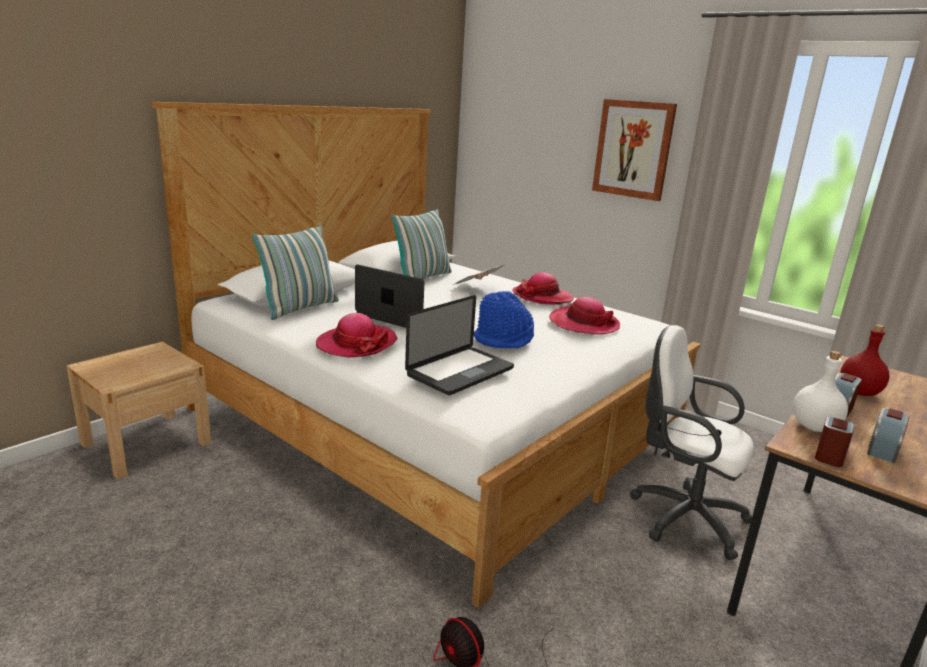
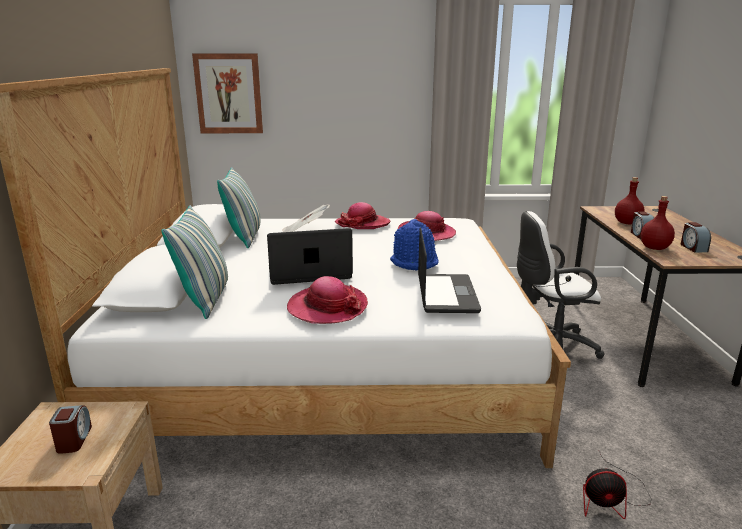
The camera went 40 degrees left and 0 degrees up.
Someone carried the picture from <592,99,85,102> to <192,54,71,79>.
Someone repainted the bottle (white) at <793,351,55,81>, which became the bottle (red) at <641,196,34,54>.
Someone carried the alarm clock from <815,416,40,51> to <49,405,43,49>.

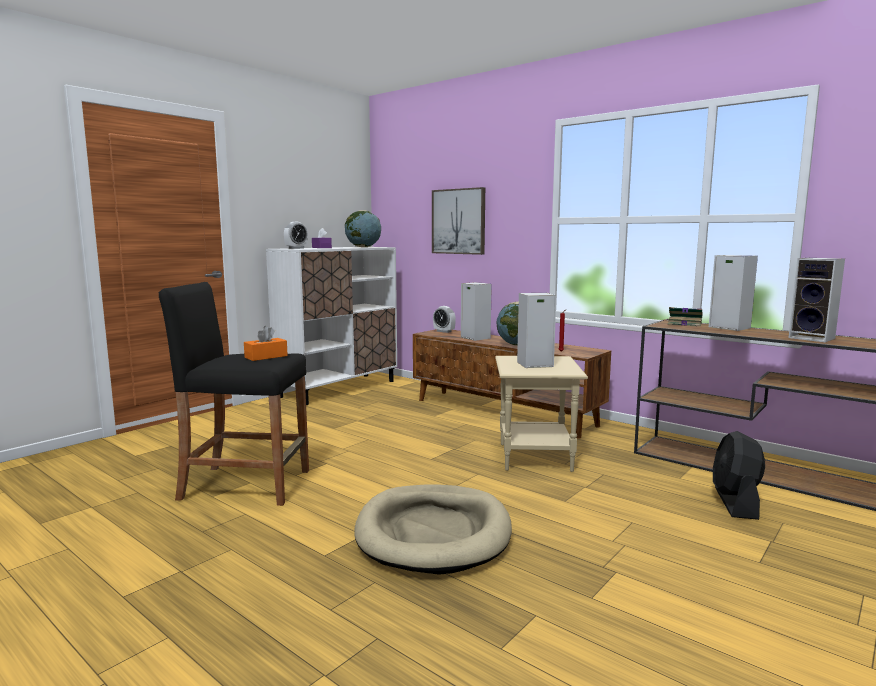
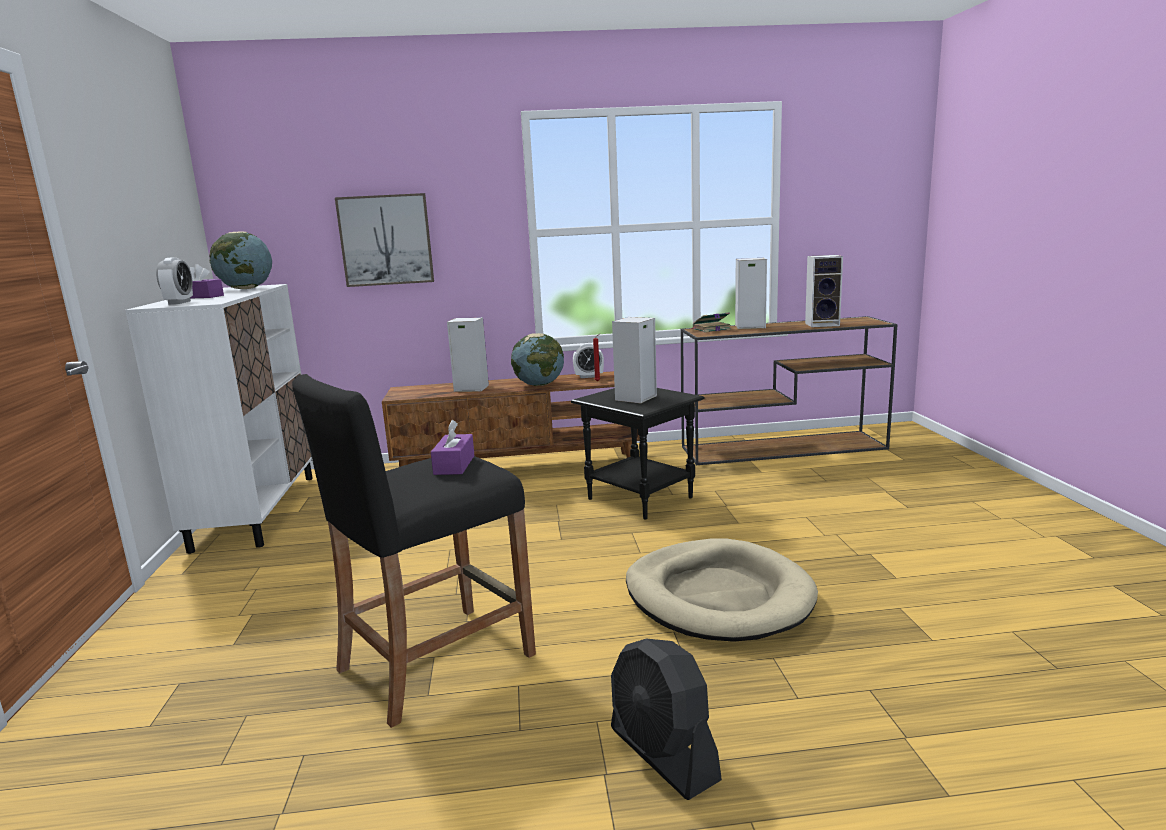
The camera went 45 degrees left and 5 degrees up.
Someone repainted the tissue box (orange) at <244,326,44,35>, which became the tissue box (purple) at <431,420,44,55>.
Someone carried the alarm clock from <433,306,23,27> to <573,343,31,35>.
Someone repainted the side table (beige) at <495,356,93,116>, which became the side table (black) at <571,388,134,132>.
Someone carried the fan (black) from <713,431,52,89> to <611,639,111,161>.

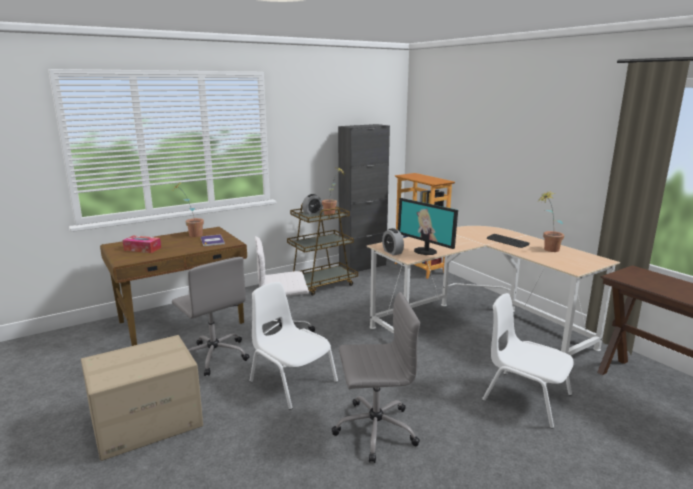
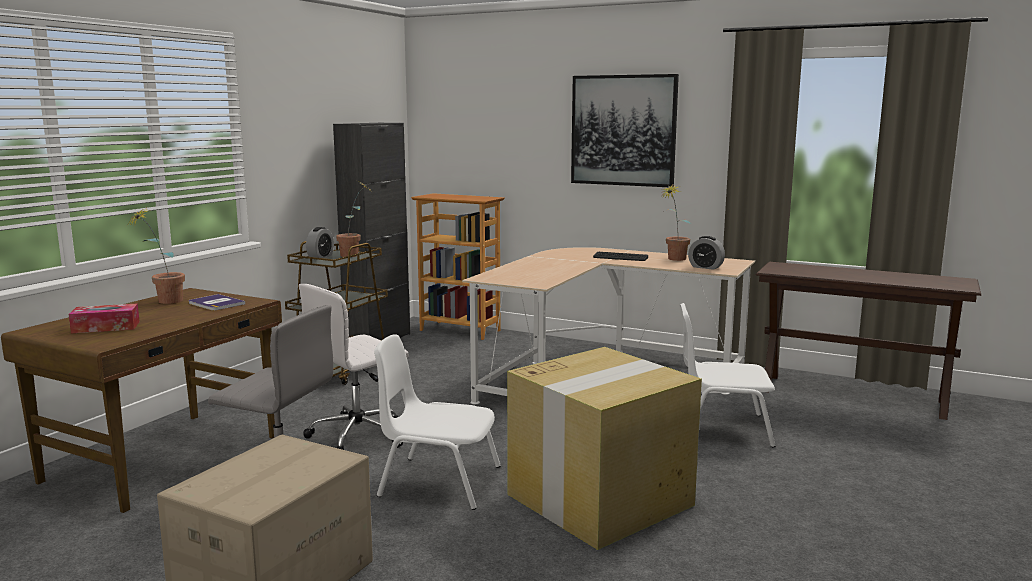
The camera went 30 degrees left and 5 degrees down.
Someone swapped the office chair (grey) at <331,292,89,171> for the cardboard box at <507,347,195,203>.
Someone carried the alarm clock from <382,228,22,27> to <688,236,37,34>.
Someone took away the monitor at <398,198,60,57>.
Someone put up the picture at <571,74,108,113>.

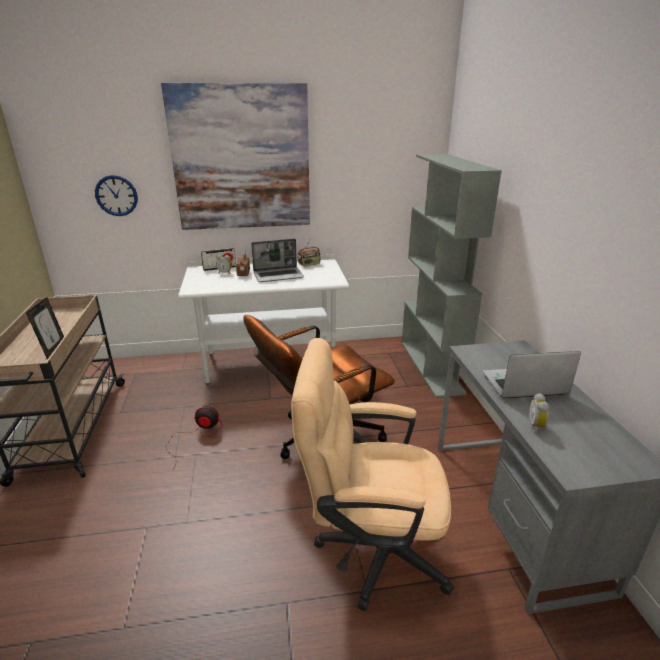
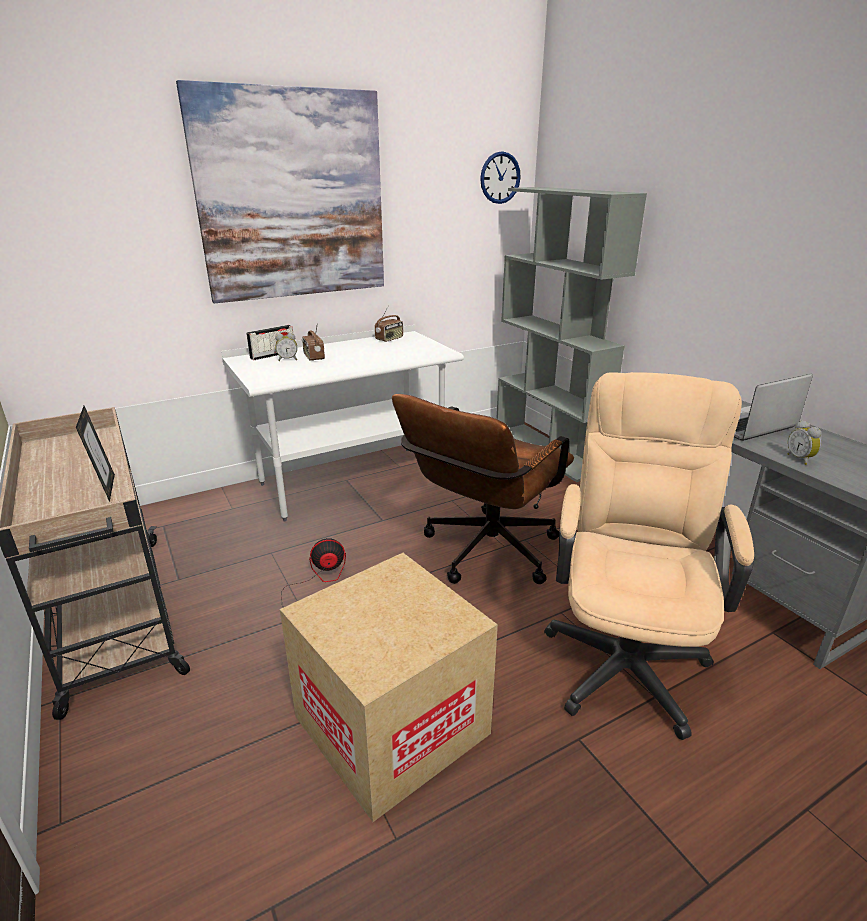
The camera went 20 degrees left and 0 degrees up.
Someone carried the wall clock from <95,175,43,41> to <480,151,41,53>.
Someone took away the laptop at <251,239,53,43>.
Someone rotated the office chair (beige) at <291,338,163,274> by 120 degrees clockwise.
Someone put down the cardboard box at <280,553,218,269>.

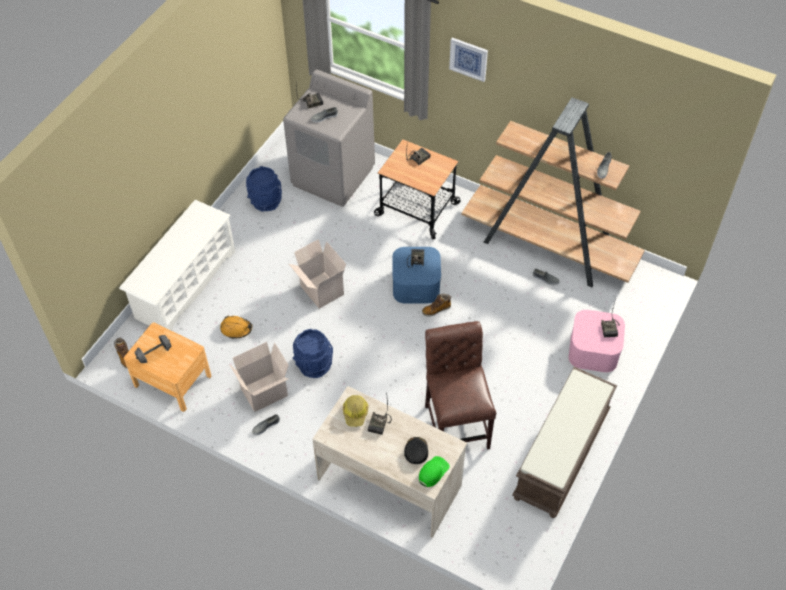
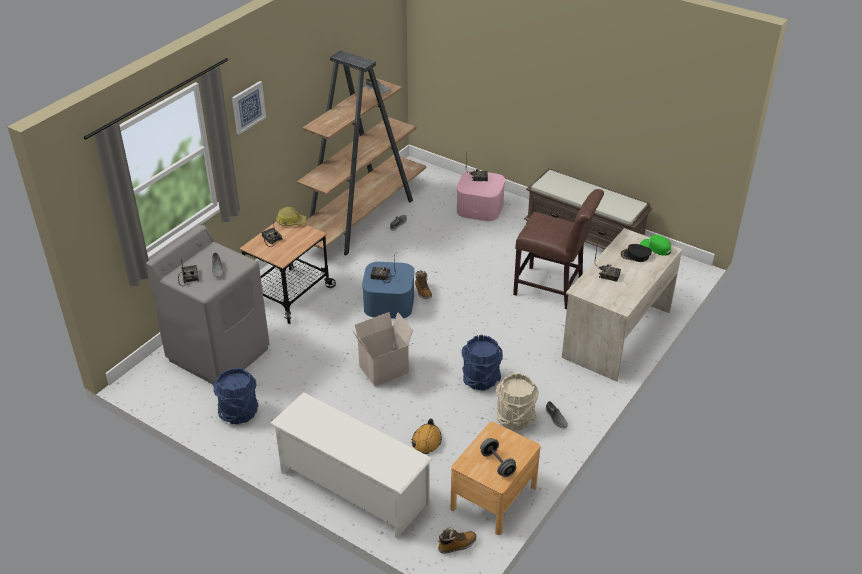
The camera went 85 degrees left and 15 degrees down.
Someone swapped the cardboard box at <229,342,60,70> for the bucket (beige) at <496,373,43,58>.
Someone carried the hard hat from <343,395,26,32> to <276,207,30,19>.
Someone rotated the chair (brown) at <425,321,71,129> by 150 degrees counterclockwise.

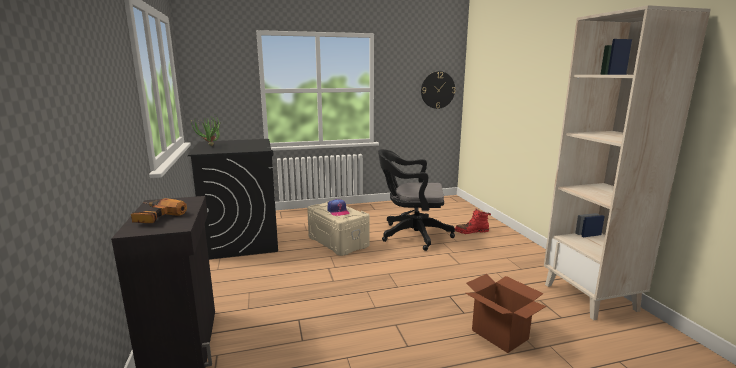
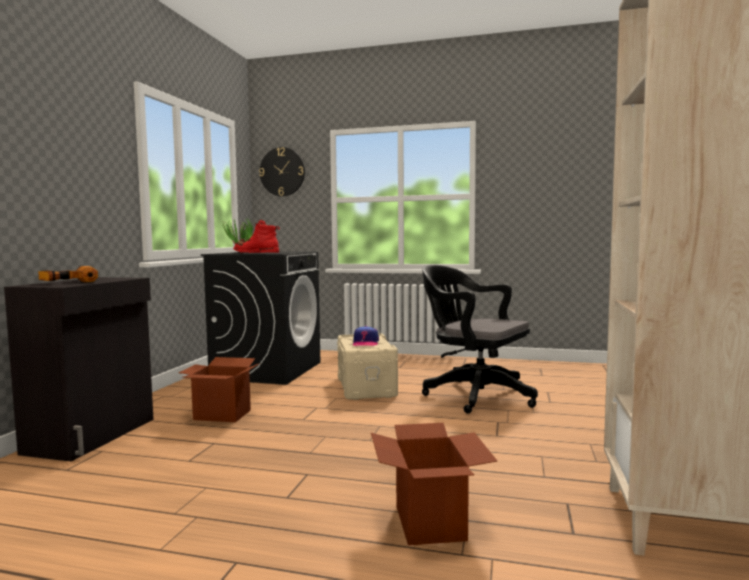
The camera went 30 degrees right and 10 degrees down.
Someone carried the wall clock from <421,71,34,38> to <259,147,46,49>.
Someone carried the boot (red) from <455,209,36,25> to <234,220,46,33>.
Someone put down the cardboard box at <178,357,82,65>.

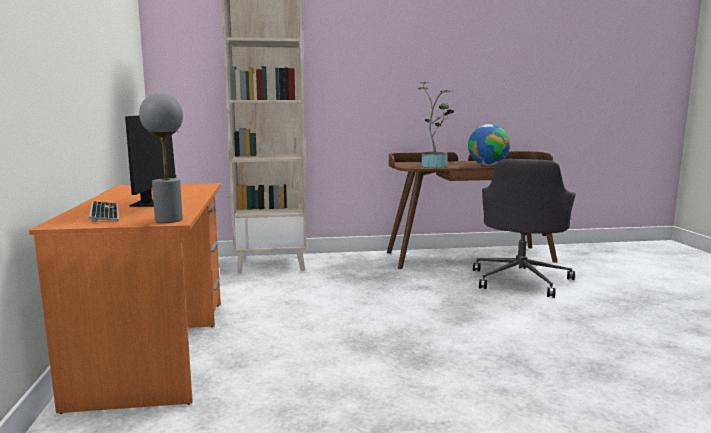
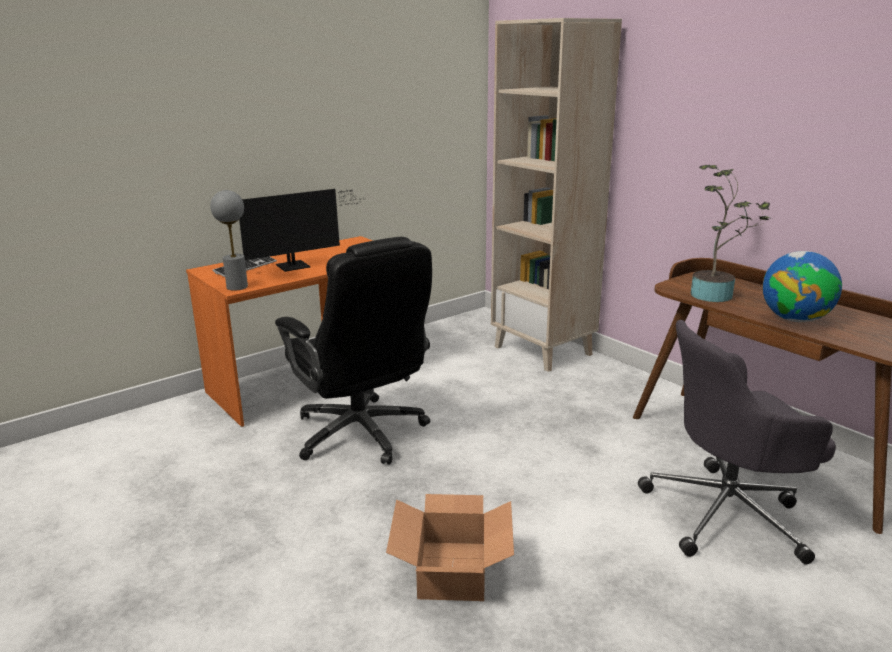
The camera went 60 degrees right and 10 degrees up.
Someone put down the office chair (black) at <275,237,157,228>.
Someone put down the cardboard box at <386,494,128,107>.

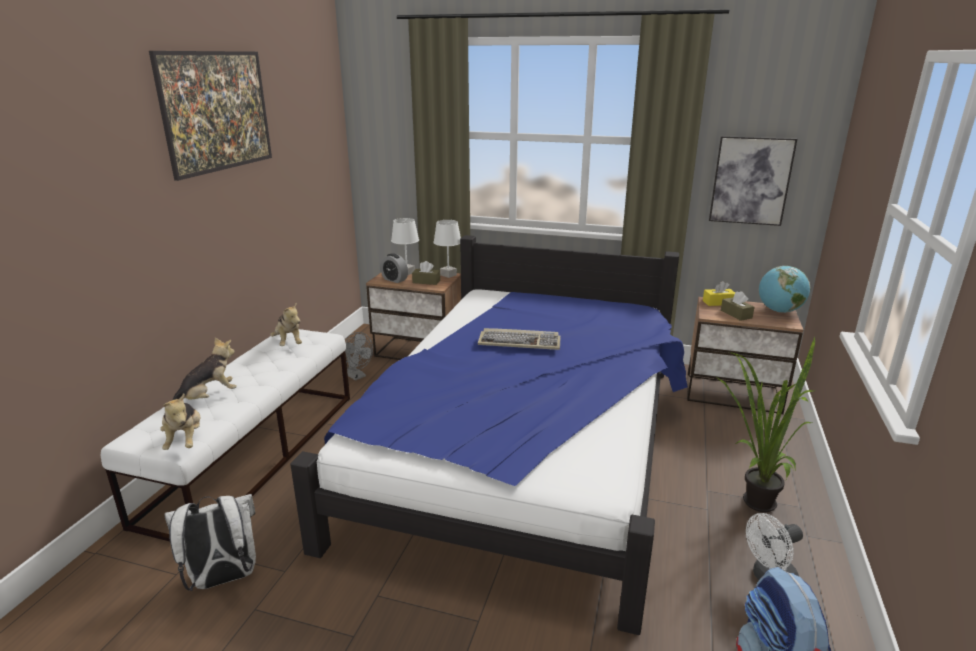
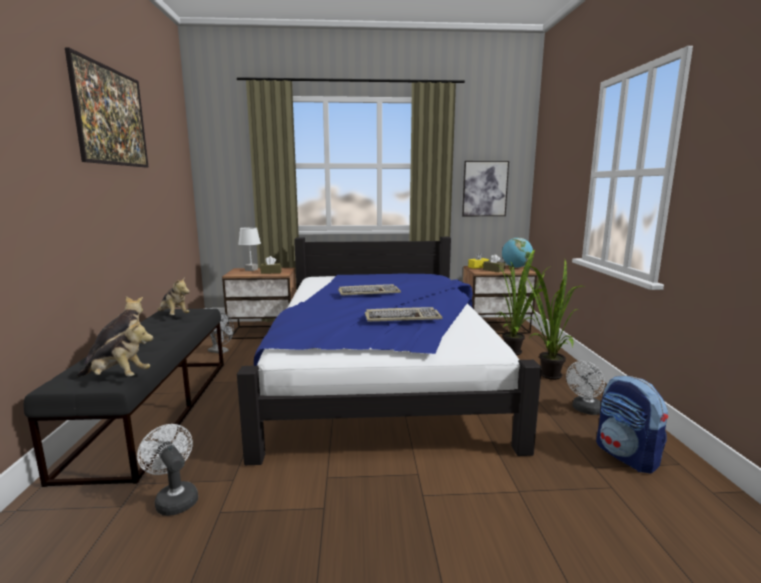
The camera went 20 degrees left and 10 degrees down.
Someone repainted the bench (white) at <101,329,249,212>, which became the bench (black) at <23,308,201,179>.
Someone rotated the plush toy at <160,394,40,56> by 45 degrees counterclockwise.
Someone swapped the backpack (white) at <164,494,92,97> for the fan (white) at <137,424,61,92>.
Someone took away the alarm clock at <380,253,28,30>.
Someone took away the table lamp (white) at <433,220,28,58>.
Someone put down the keyboard at <365,307,78,15>.
Someone put down the potted plant at <493,250,58,105>.

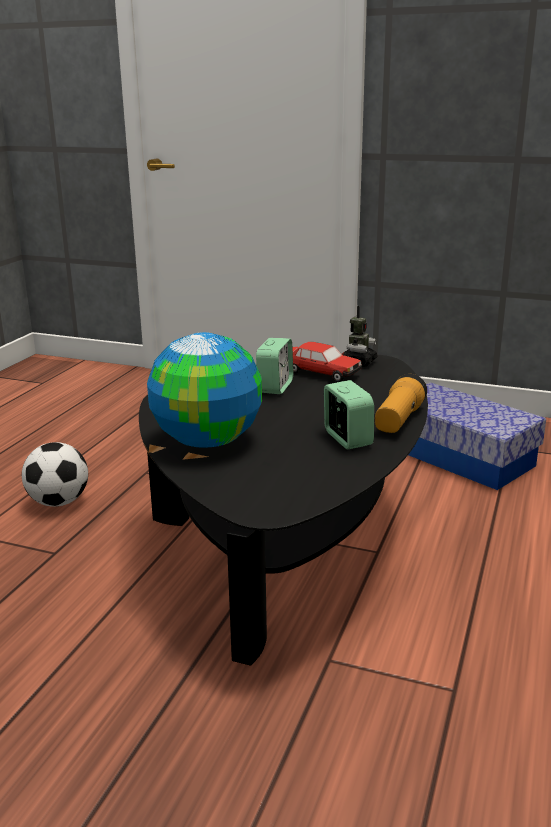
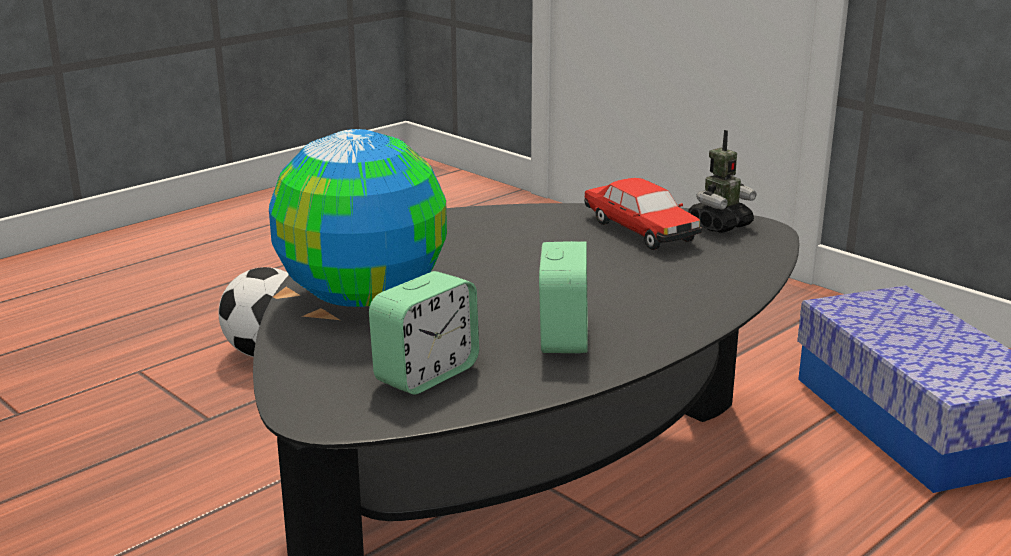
The camera went 25 degrees right and 0 degrees up.
Someone carried the alarm clock from <256,338,37,56> to <369,271,110,124>.
Someone took away the flashlight at <375,374,52,59>.

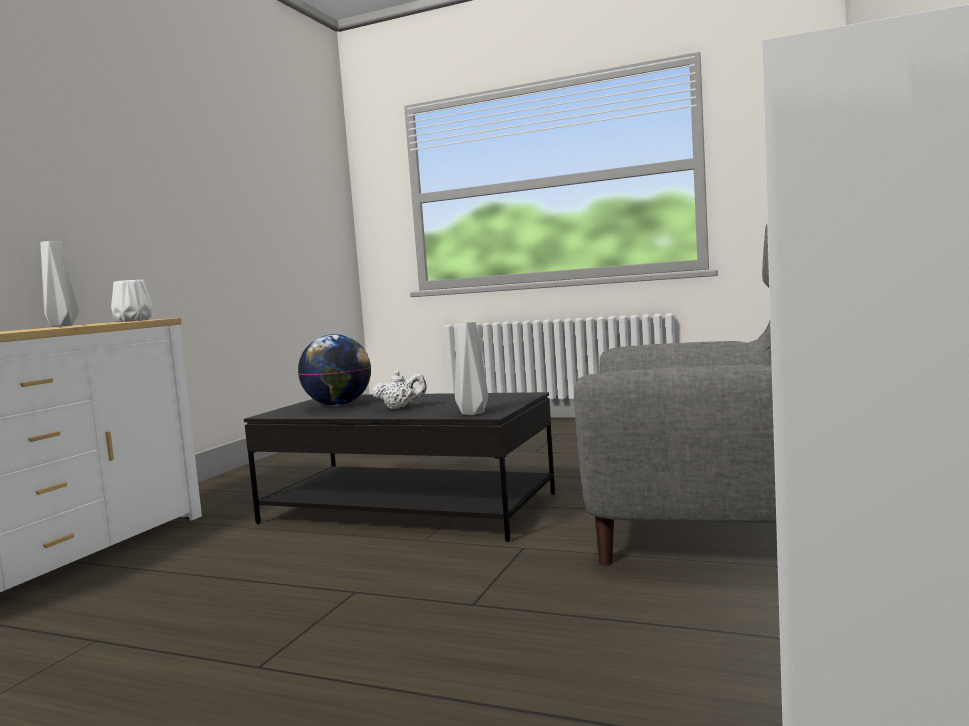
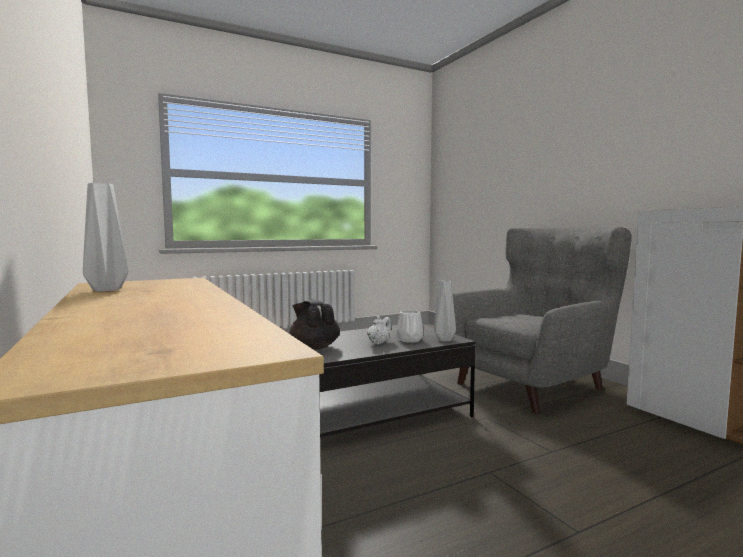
The camera went 50 degrees left and 0 degrees up.
Someone carried the vase (white) from <111,280,41,42> to <396,310,27,33>.
Someone swapped the globe at <298,334,73,72> for the teapot (black) at <290,299,50,51>.

